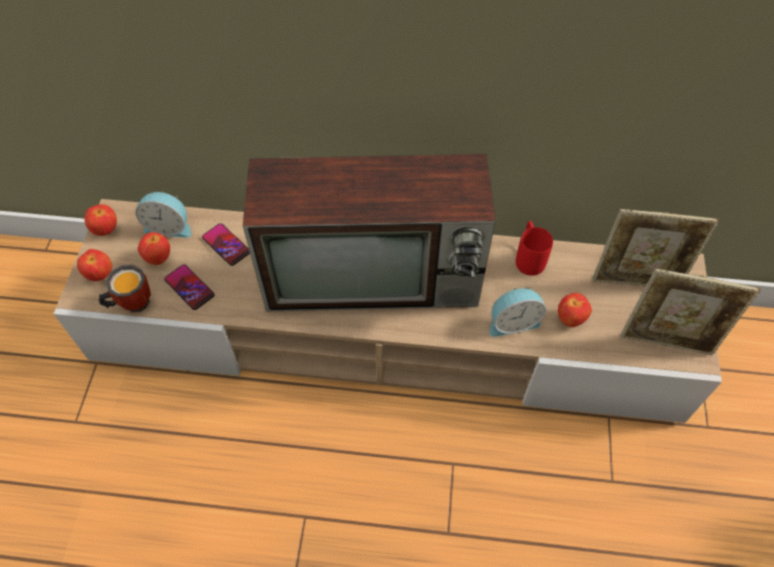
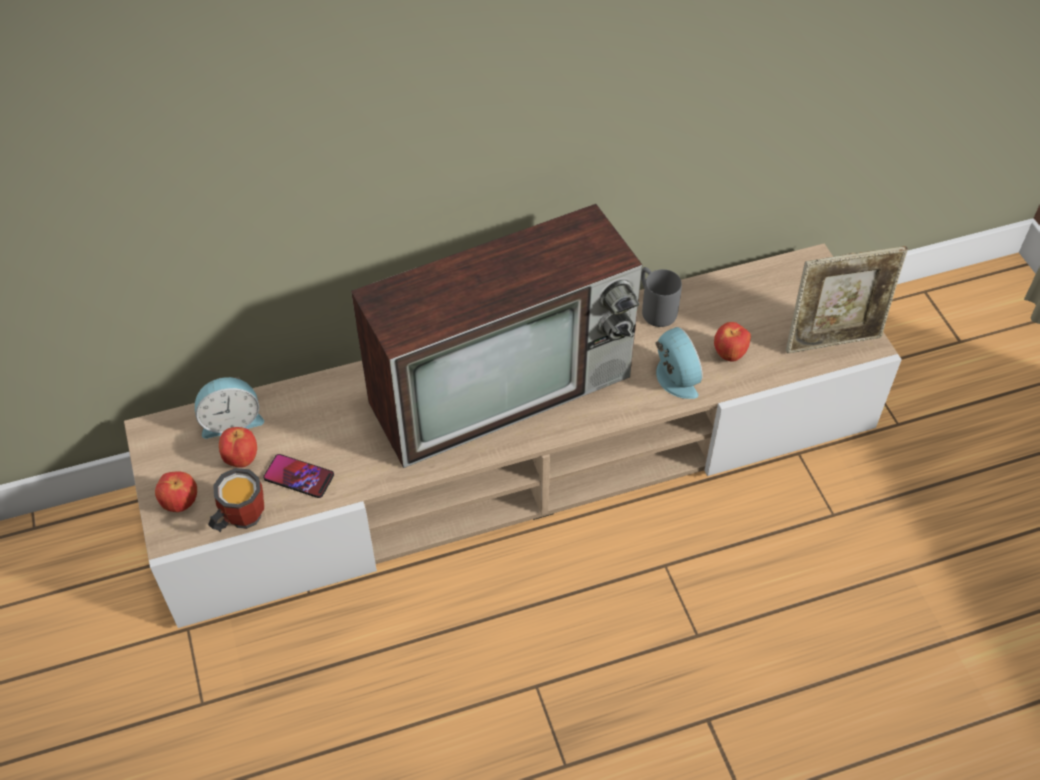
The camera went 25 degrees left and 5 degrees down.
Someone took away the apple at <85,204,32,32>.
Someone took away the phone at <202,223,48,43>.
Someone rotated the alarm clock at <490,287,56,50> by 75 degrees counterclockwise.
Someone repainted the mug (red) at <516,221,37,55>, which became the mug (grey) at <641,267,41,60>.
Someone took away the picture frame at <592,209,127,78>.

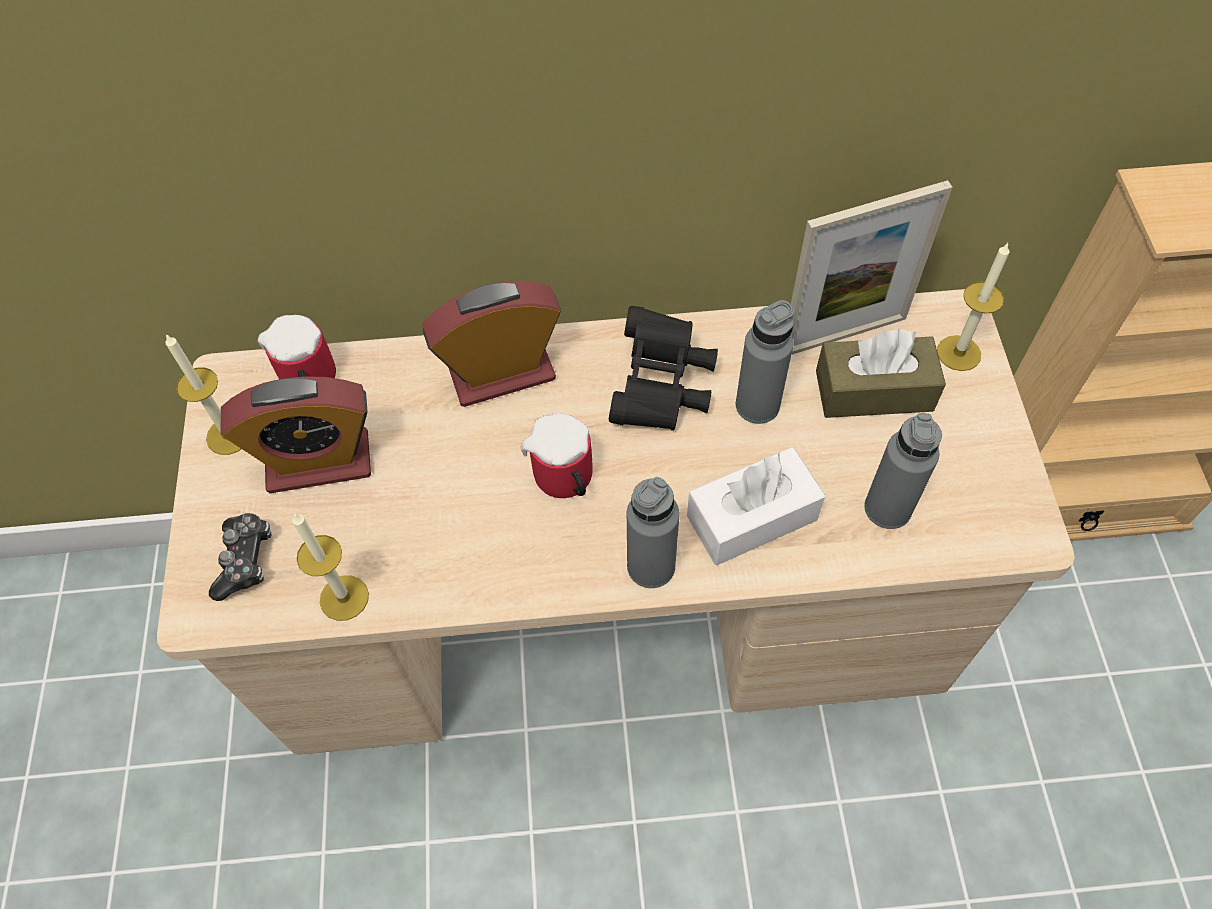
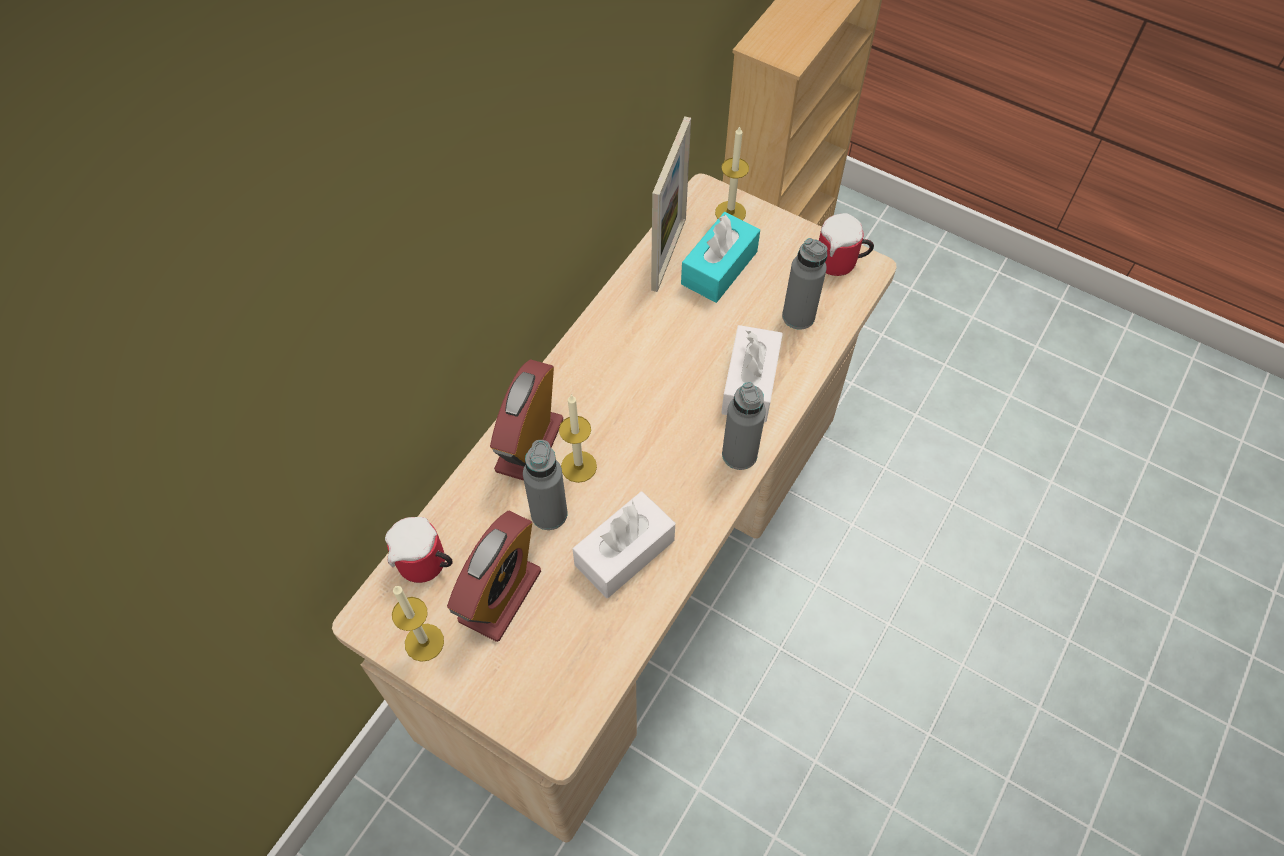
The camera went 55 degrees left and 0 degrees up.
Someone took away the game controller at <209,513,62,88>.
Someone carried the candle from <292,513,77,108> to <559,394,38,89>.
Someone carried the mug from <521,413,72,85> to <819,213,55,63>.
Someone took away the binoculars (black) at <609,306,109,125>.
Someone carried the bottle (grey) from <736,300,58,124> to <523,440,45,90>.
Someone repainted the tissue box (brown) at <816,329,130,89>, which became the tissue box (turquoise) at <681,212,79,91>.
Someone put down the tissue box (white) at <573,491,102,107>.

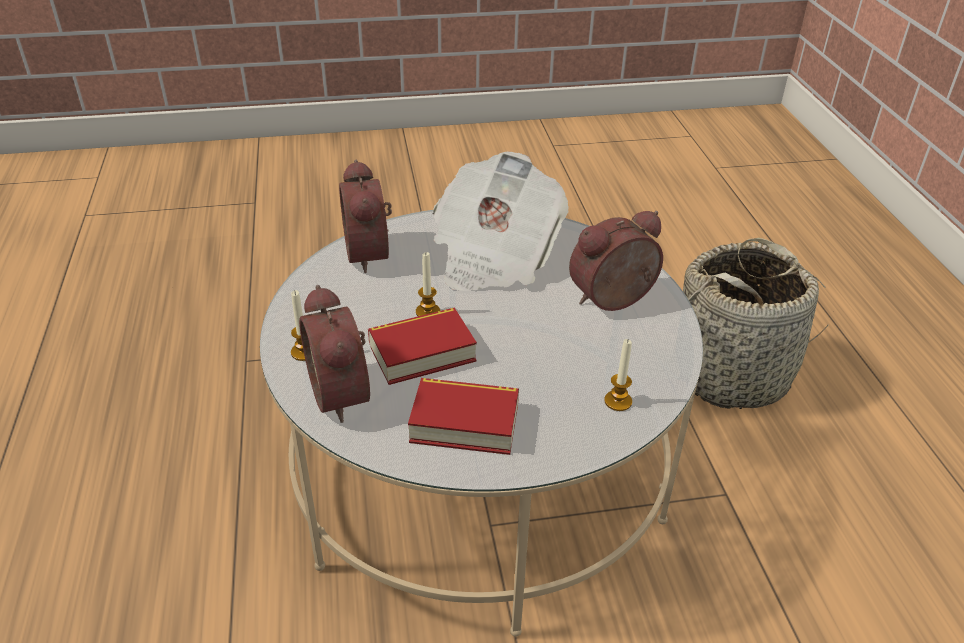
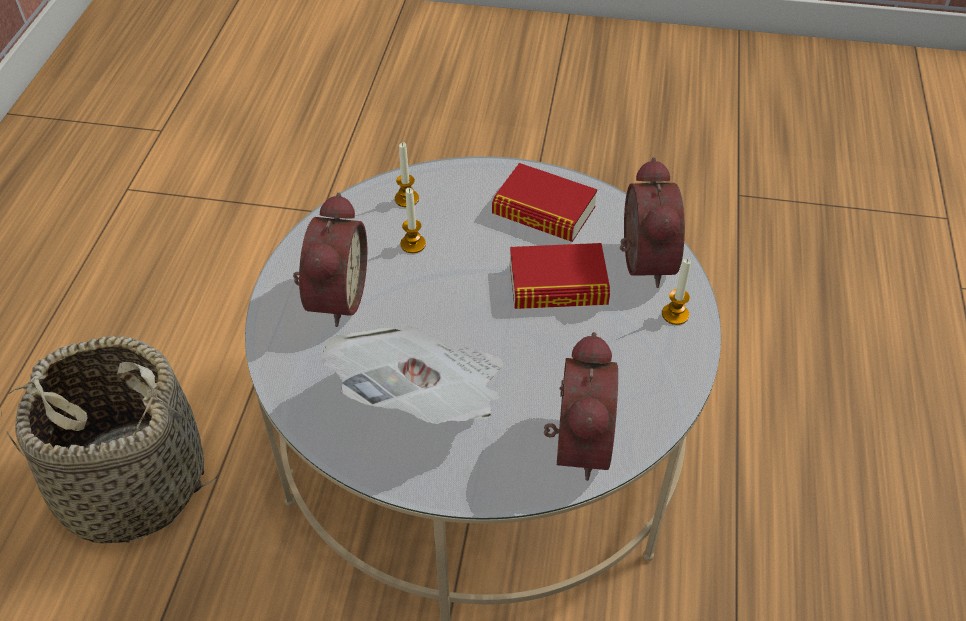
The camera went 160 degrees left and 10 degrees up.
Someone carried the candle from <416,252,24,64> to <400,188,26,65>.
Someone rotated the alarm clock at <569,211,94,100> by 75 degrees counterclockwise.

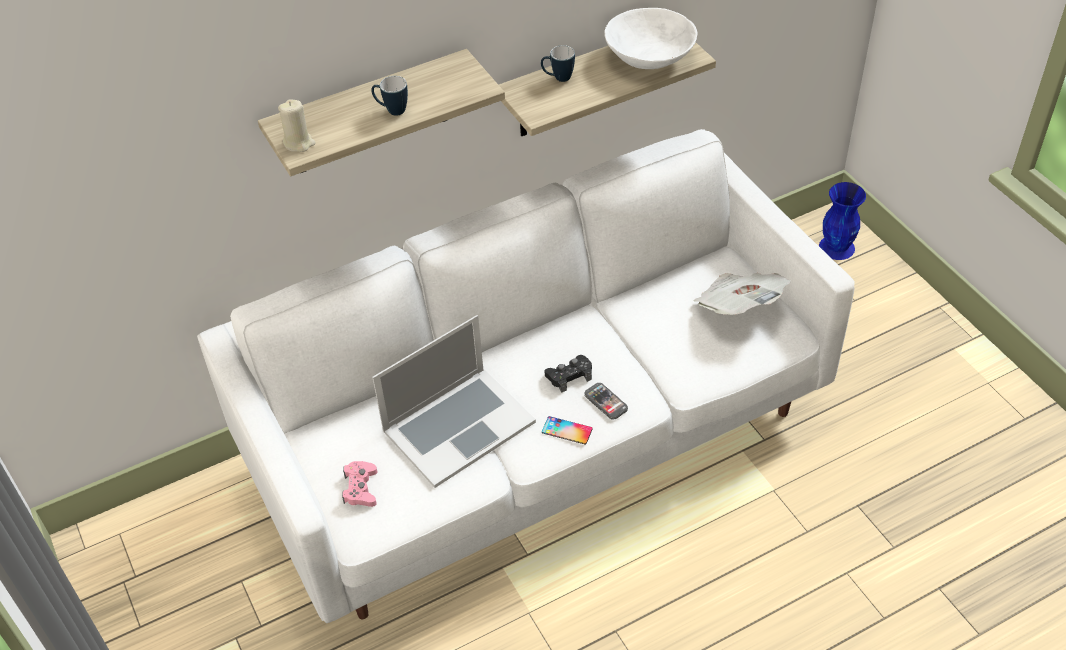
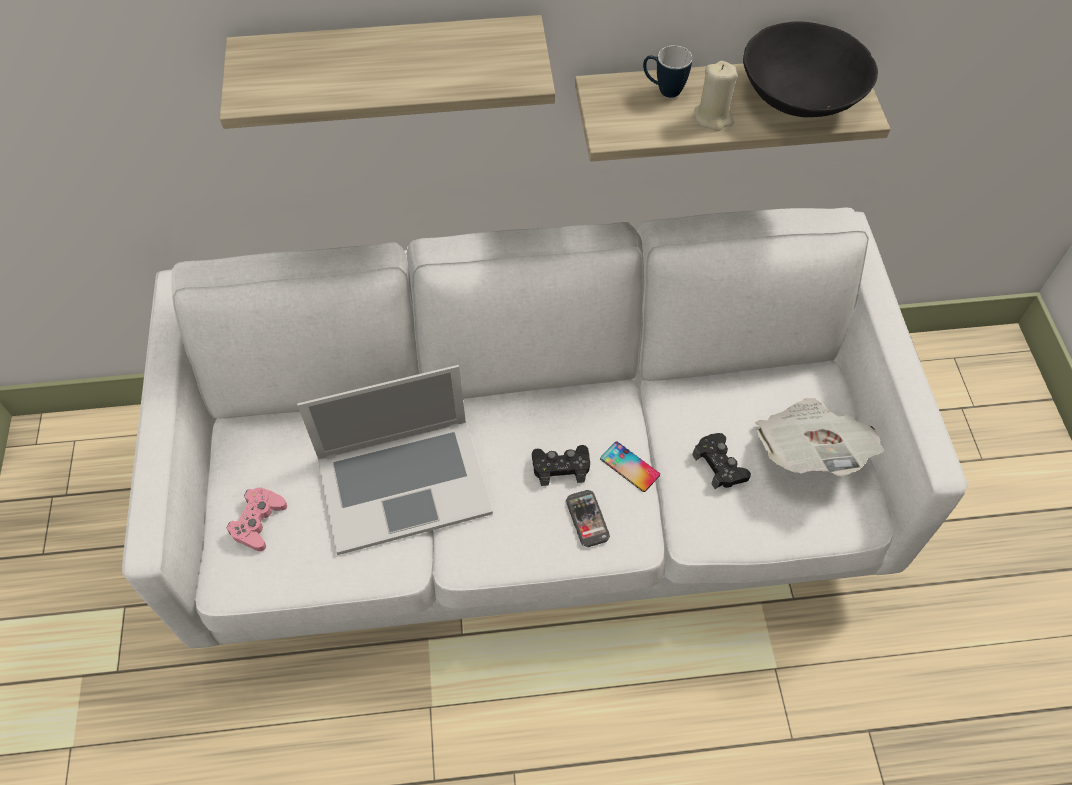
The camera went 20 degrees right and 10 degrees up.
Someone carried the candle (beige) from <278,99,38,53> to <694,61,44,70>.
Someone took away the mug at <371,76,37,40>.
Someone carried the phone from <542,416,50,28> to <600,441,60,51>.
Someone repainted the bowl (white) at <604,8,94,61>, which became the bowl (black) at <743,21,135,96>.
Someone took away the vase (blue) at <819,182,47,78>.
Someone put down the game controller (black) at <693,433,58,56>.

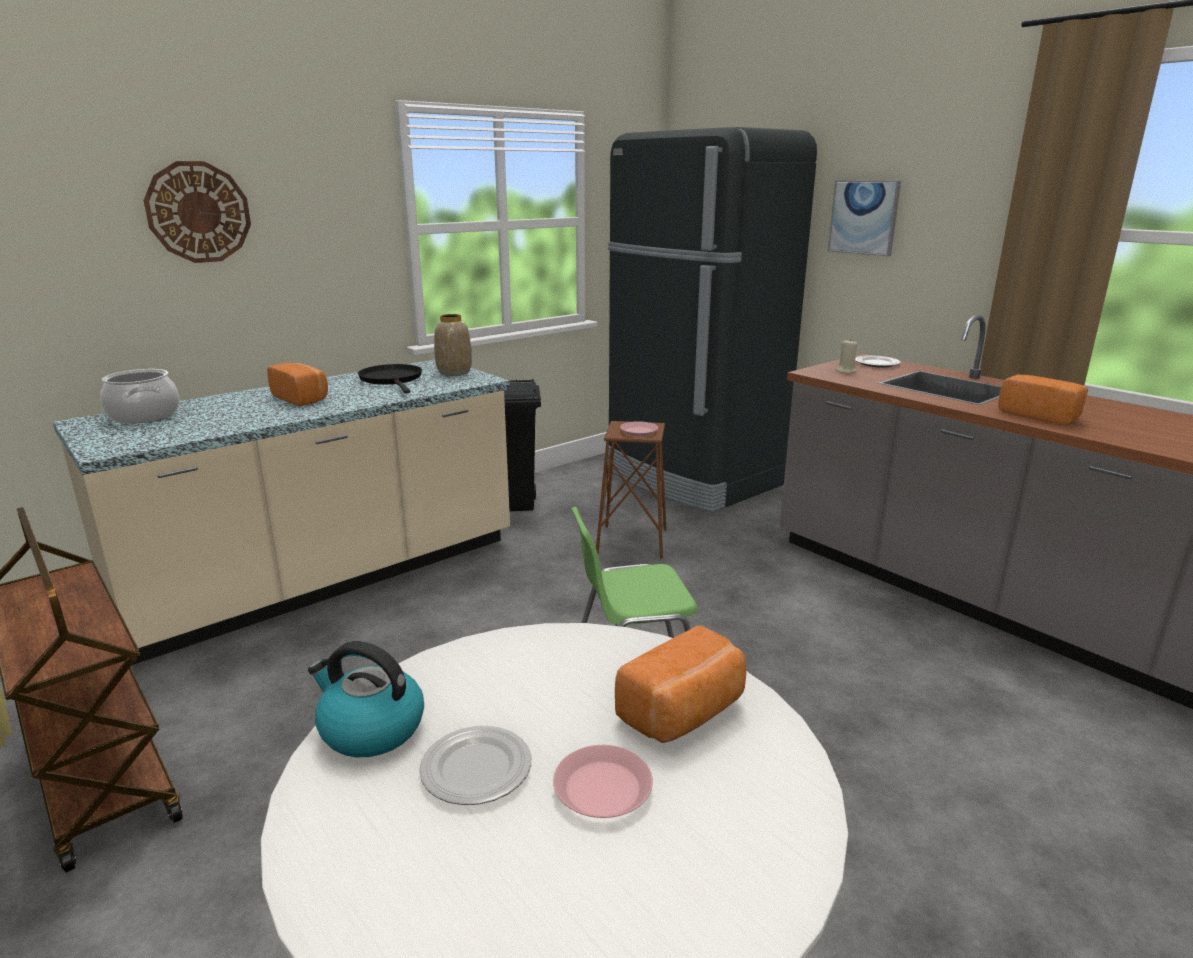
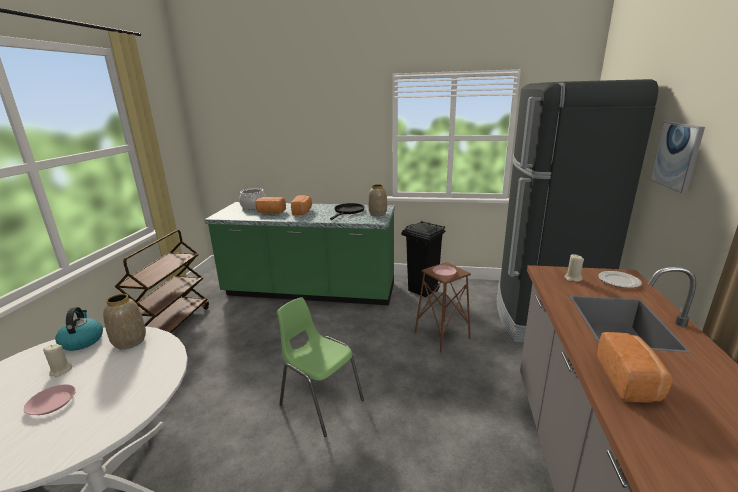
The camera went 50 degrees right and 0 degrees up.
Someone repainted the counter (beige) at <53,359,457,306>, which became the counter (green) at <204,202,191,103>.
Someone took away the wall clock at <144,161,107,102>.
Someone swapped the plate at <419,726,112,79> for the candle (beige) at <43,344,29,33>.
Someone carried the bread from <615,625,131,118> to <255,197,31,16>.
Someone put down the vase at <103,294,43,56>.

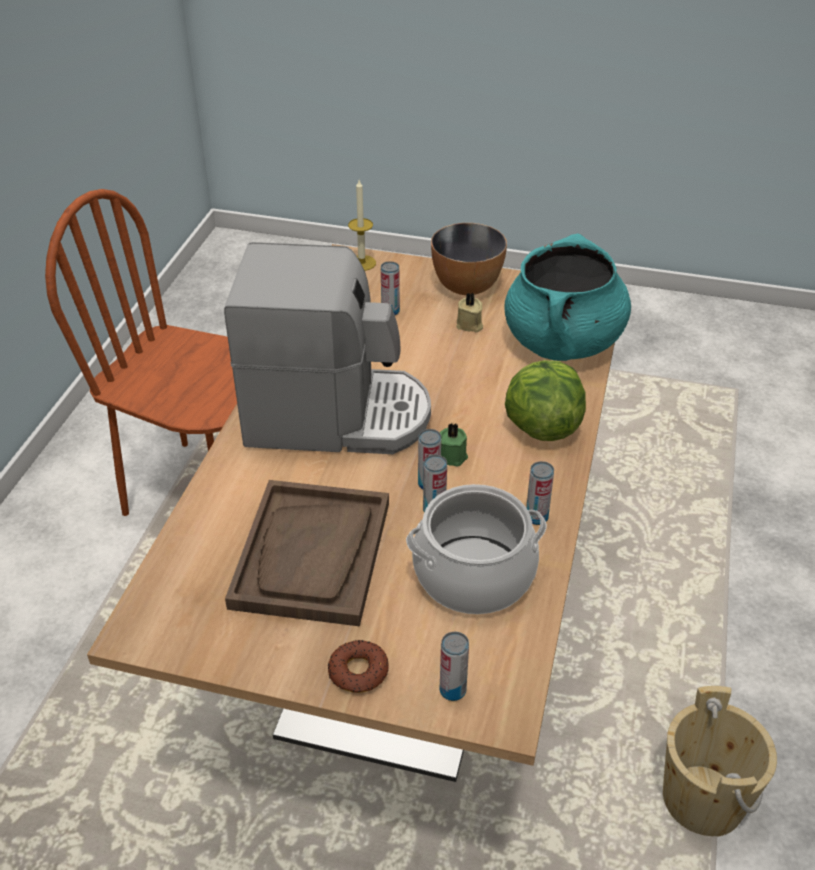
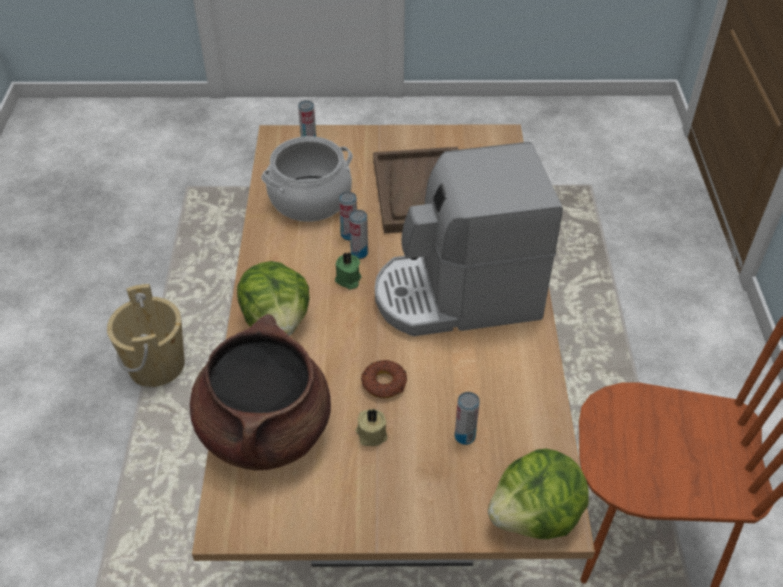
The camera went 165 degrees right and 5 degrees up.
Someone carried the donut from <328,640,61,53> to <361,360,46,38>.
Someone swapped the candle at <348,180,28,91> for the lettuce at <488,449,101,90>.
Someone took away the bowl at <431,223,76,72>.
Someone repainted the cooking pot (turquoise) at <505,234,126,127>, which became the cooking pot (brown) at <190,314,141,156>.
Someone took away the can at <526,461,28,64>.

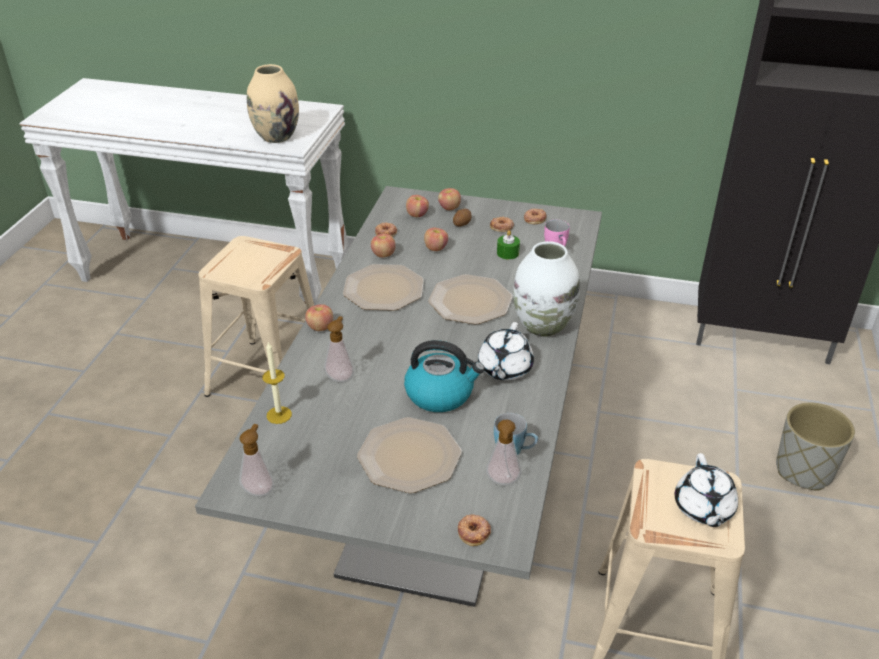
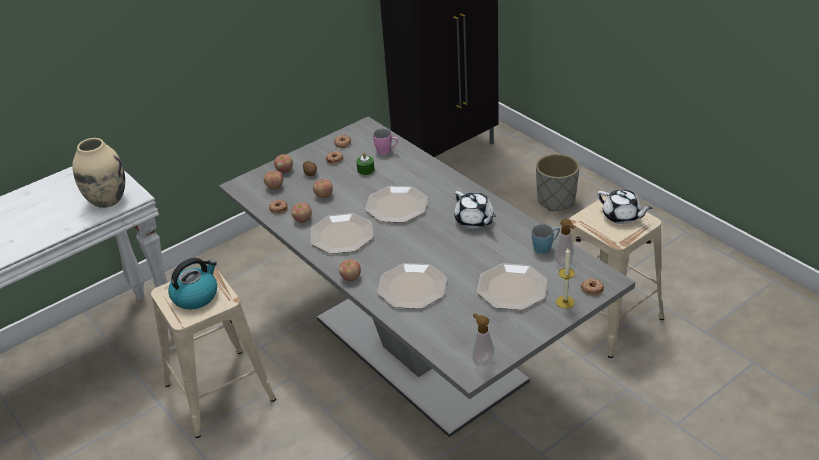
The camera went 50 degrees left and 0 degrees up.
Someone carried the candle from <262,341,30,83> to <556,249,19,60>.
Someone swapped the soap dispenser at <324,316,30,66> for the plate at <377,263,70,46>.
Someone carried the kettle from <404,340,81,72> to <168,258,49,52>.
Someone took away the vase (white) at <513,241,67,96>.

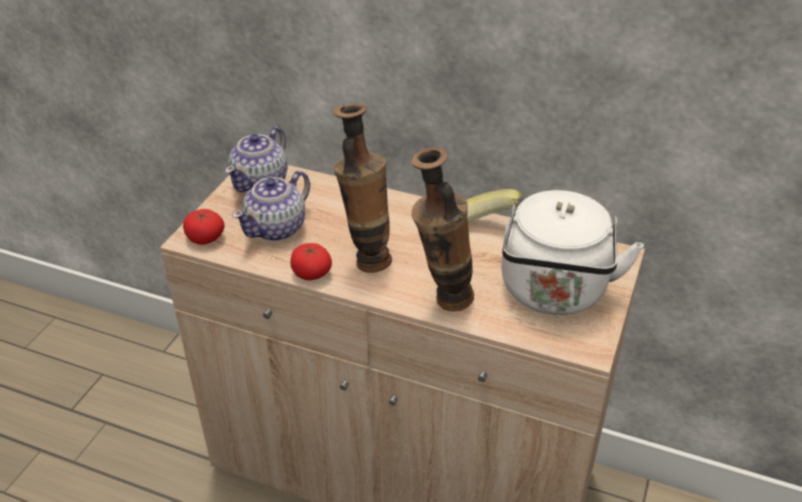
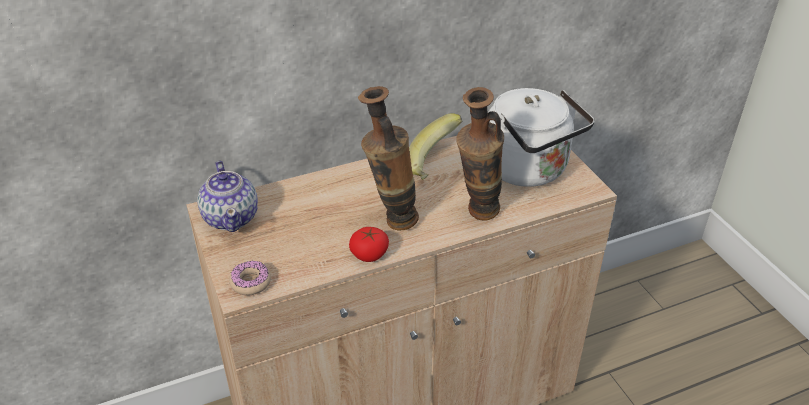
The camera went 45 degrees left and 0 degrees up.
Someone swapped the tomato at <183,209,41,36> for the donut at <229,260,42,35>.
Someone took away the teapot at <232,171,78,70>.

